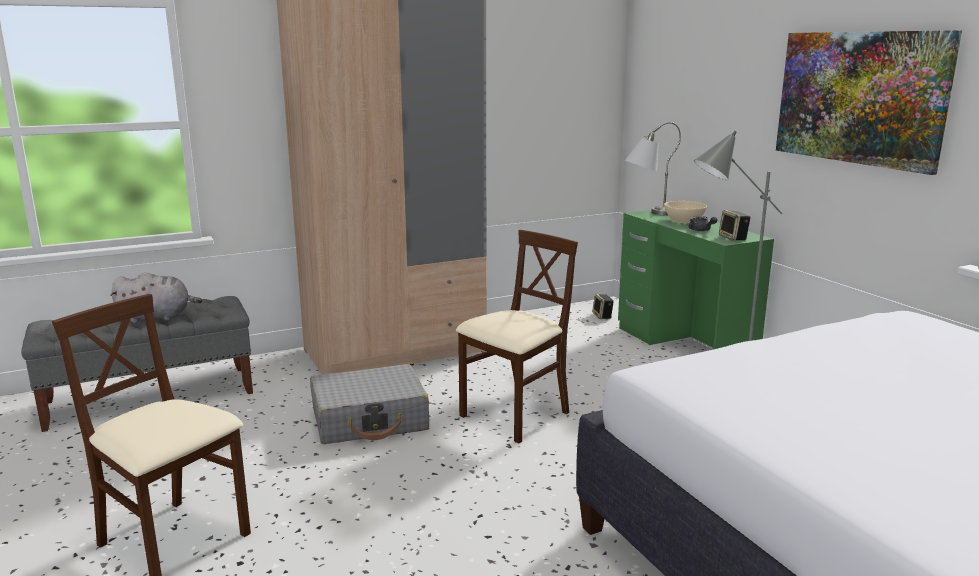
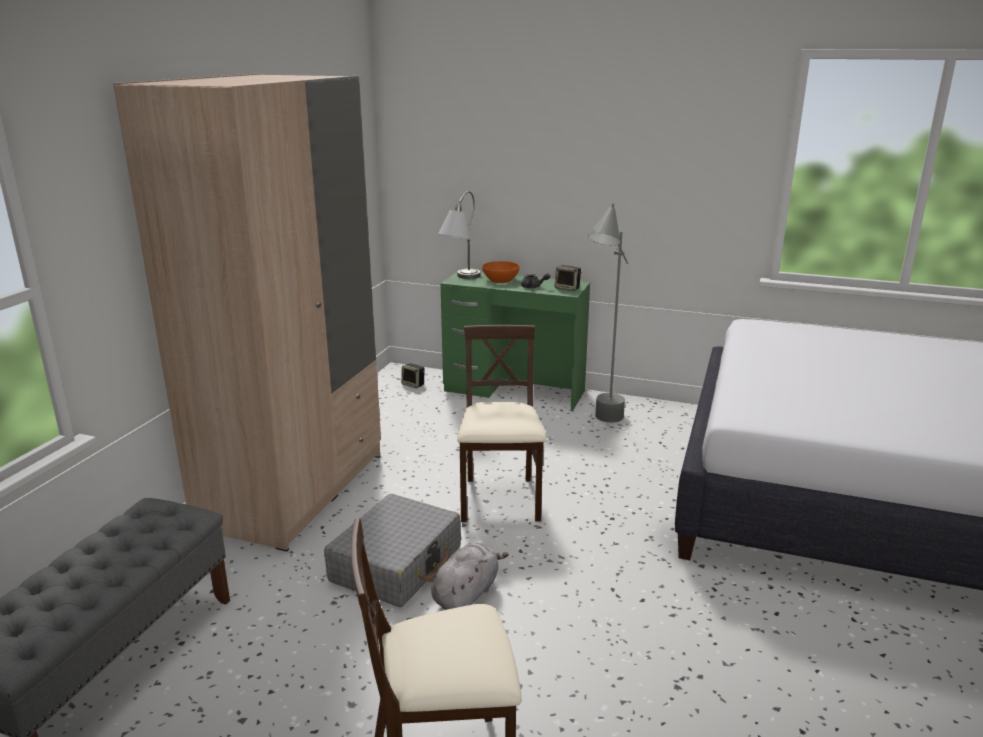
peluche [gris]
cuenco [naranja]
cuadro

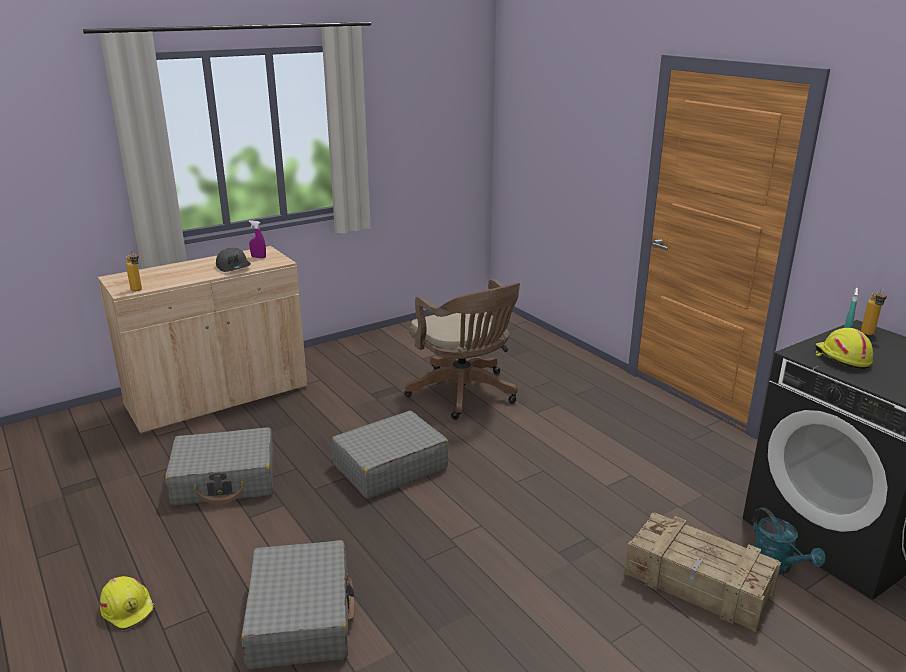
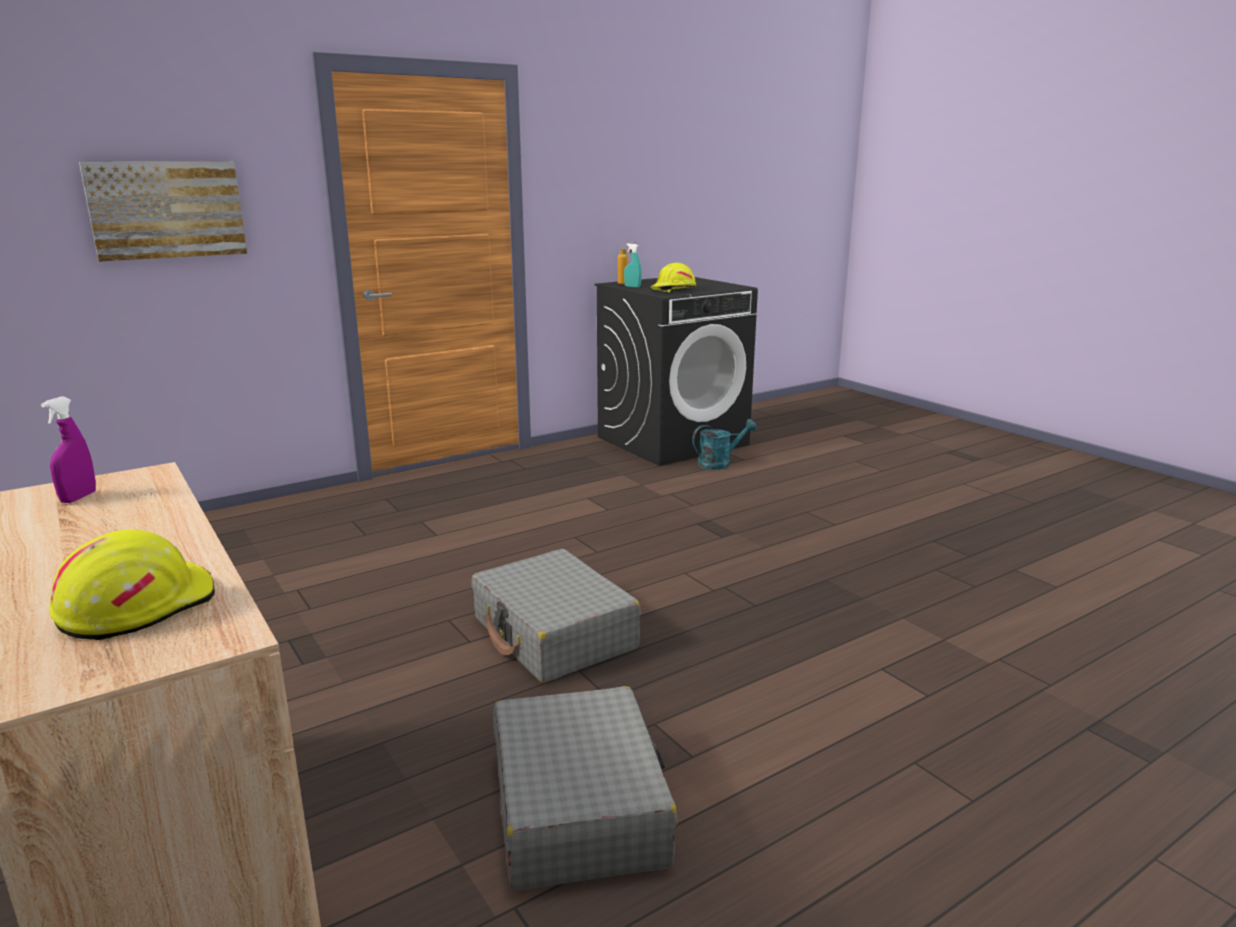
casco [amarillo] (no. 1 from left)
botella (no. 1 from left in the first image)
gorra [gris]
maleta [gris] (no. 2 from left in the first image)
silla de oficina [marrón]
caja de embalaje
cuadro

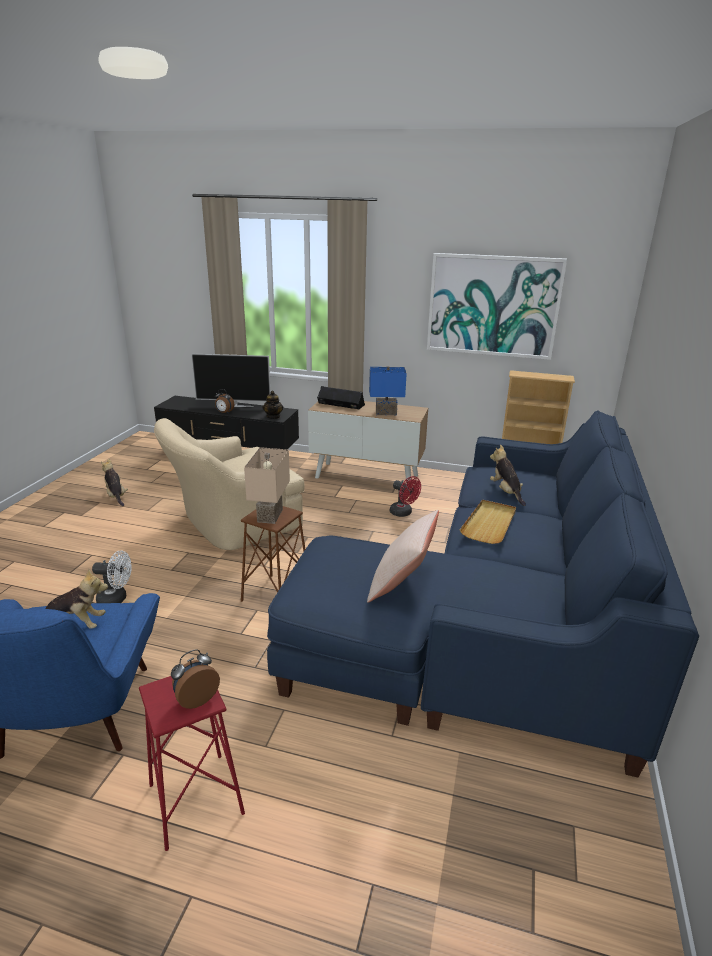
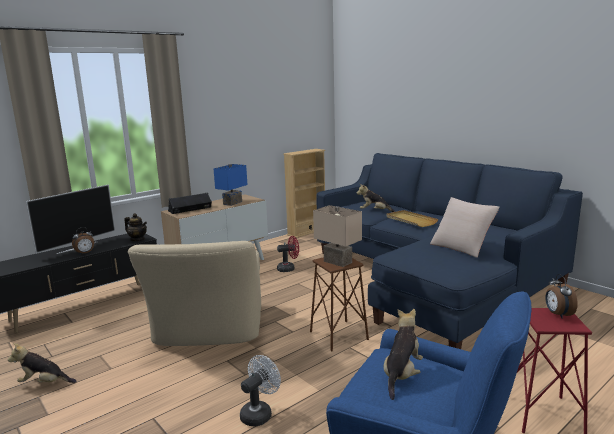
cuadro

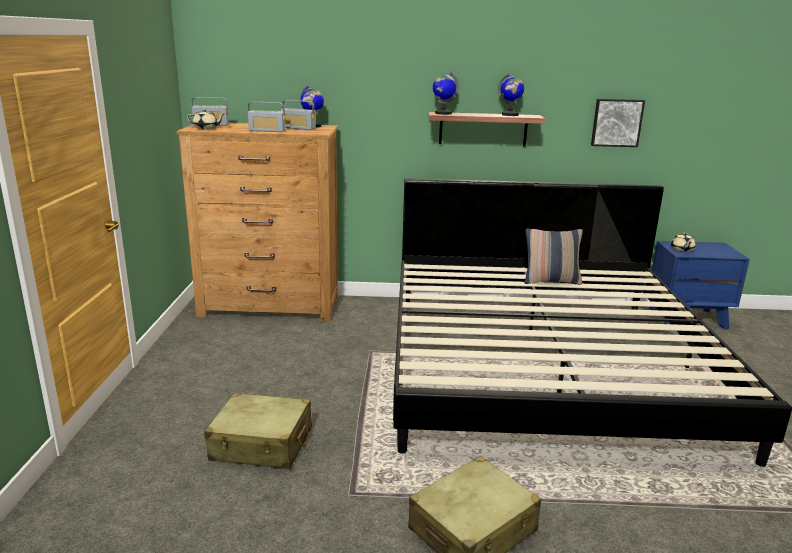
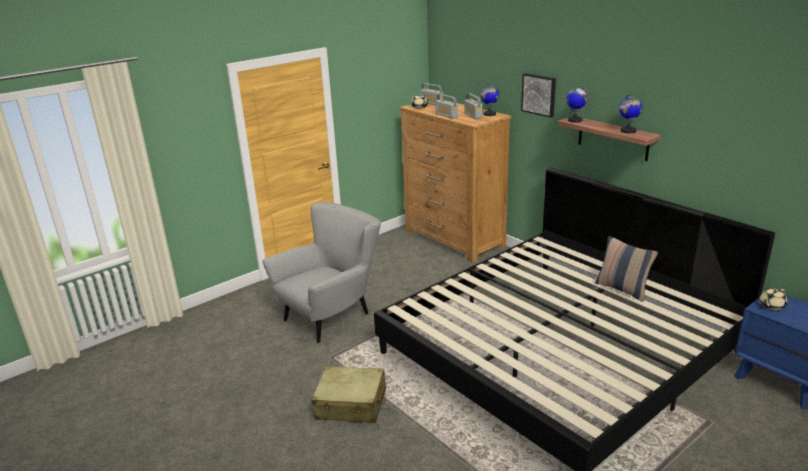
sillón [gris]
cuadro

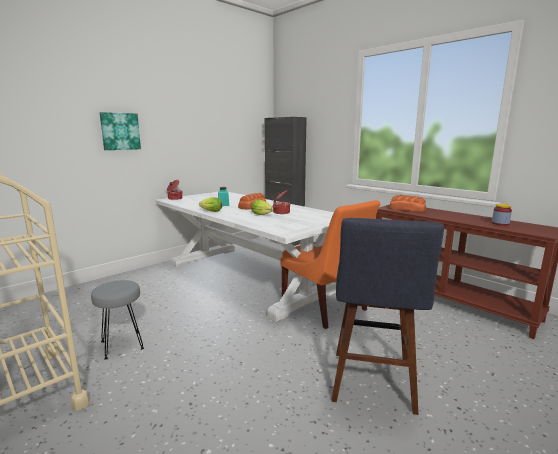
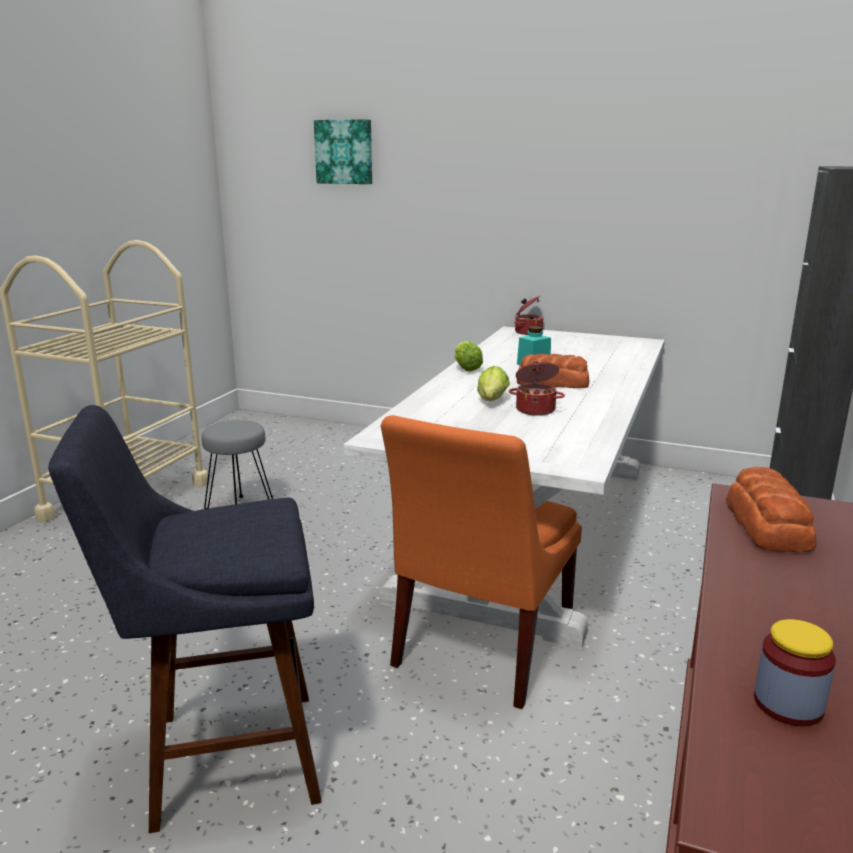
cuadro

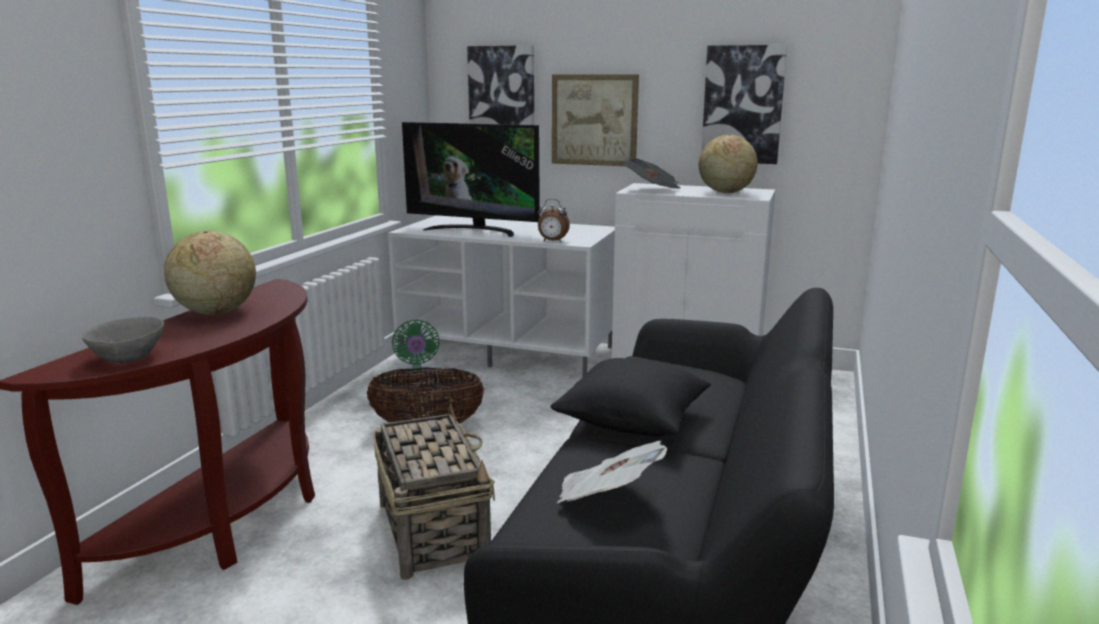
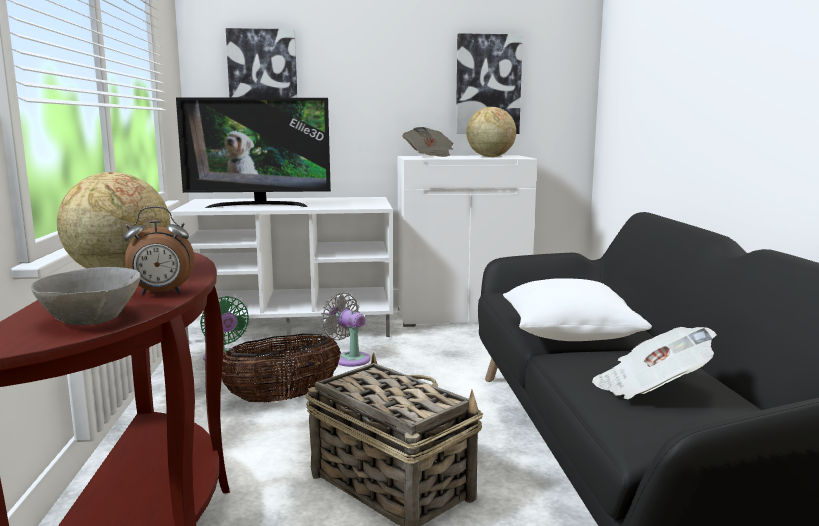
despertador
cojín [blanco]
cuadro (no. 2 from left in the first image)
ventilador [gris]

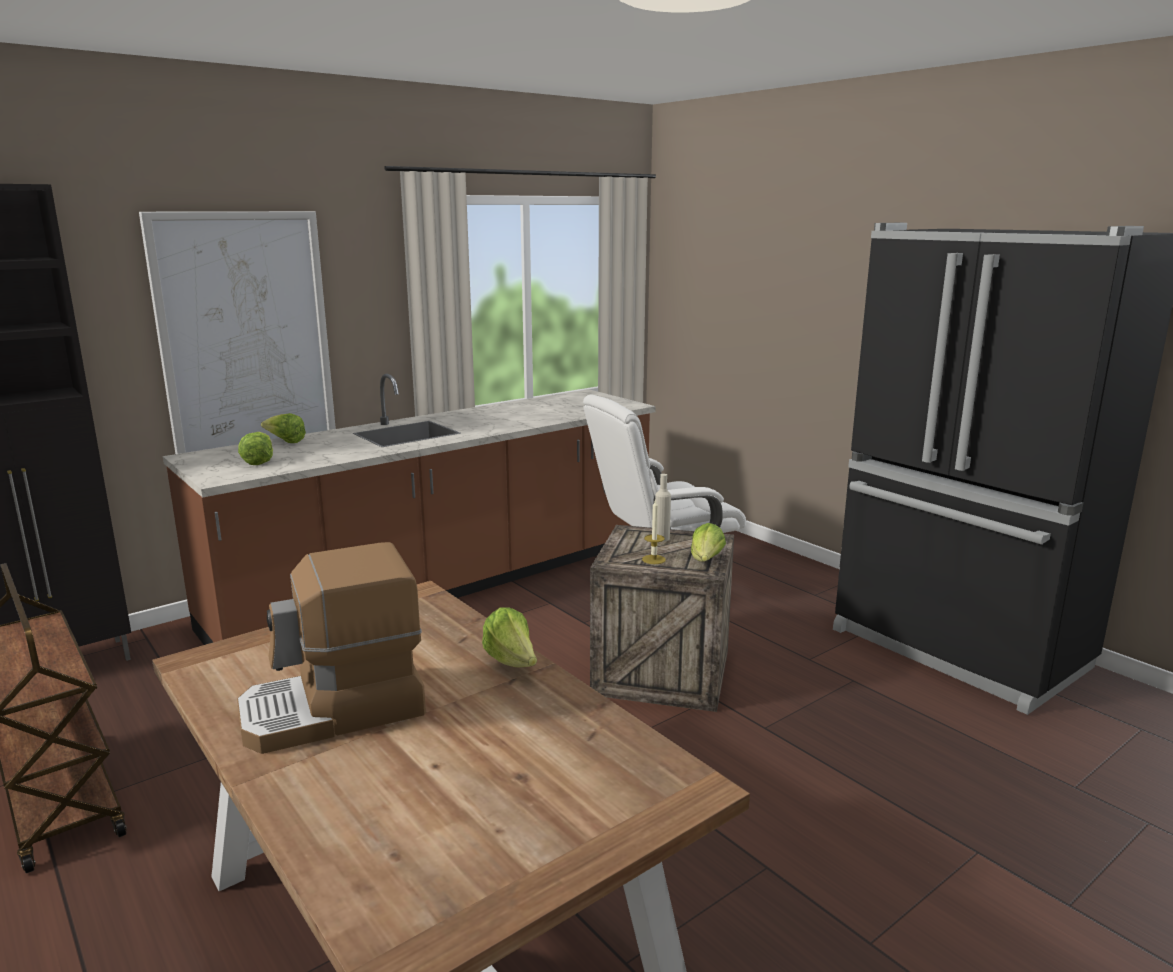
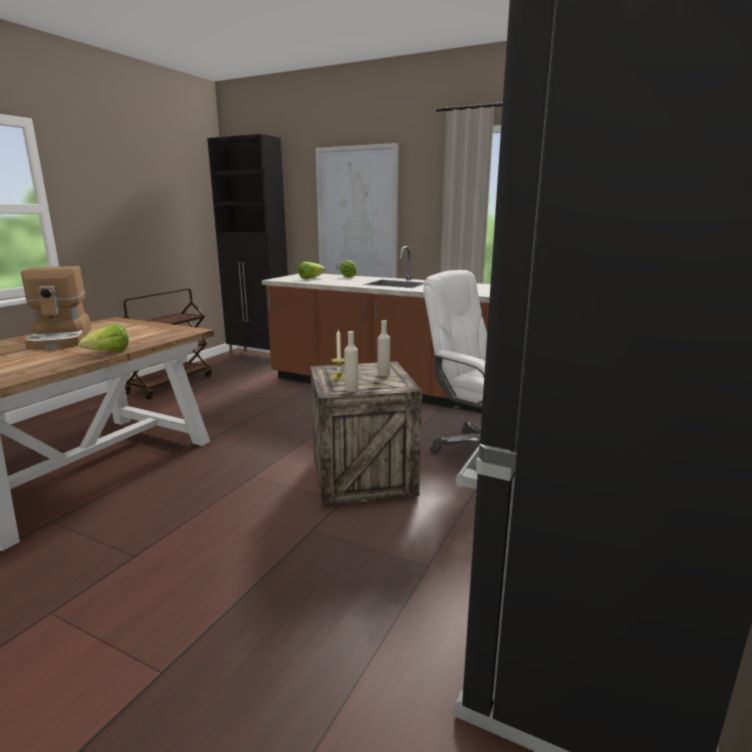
cafetera
botella [beis] (no. 1 from left)

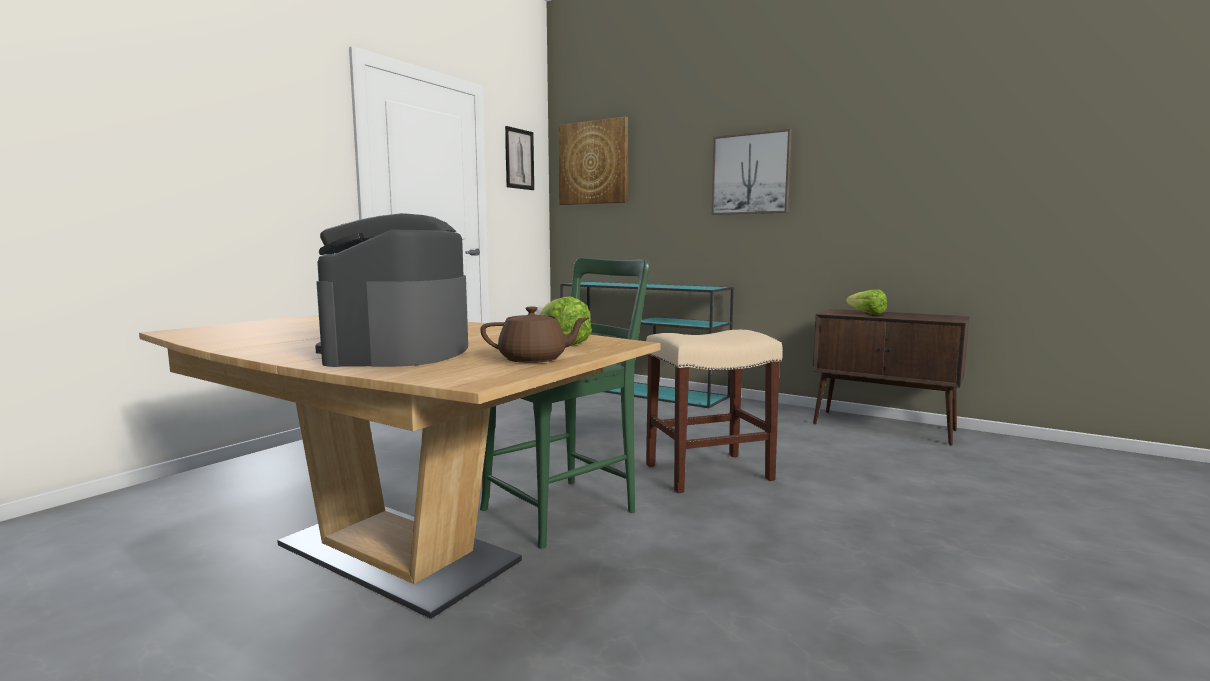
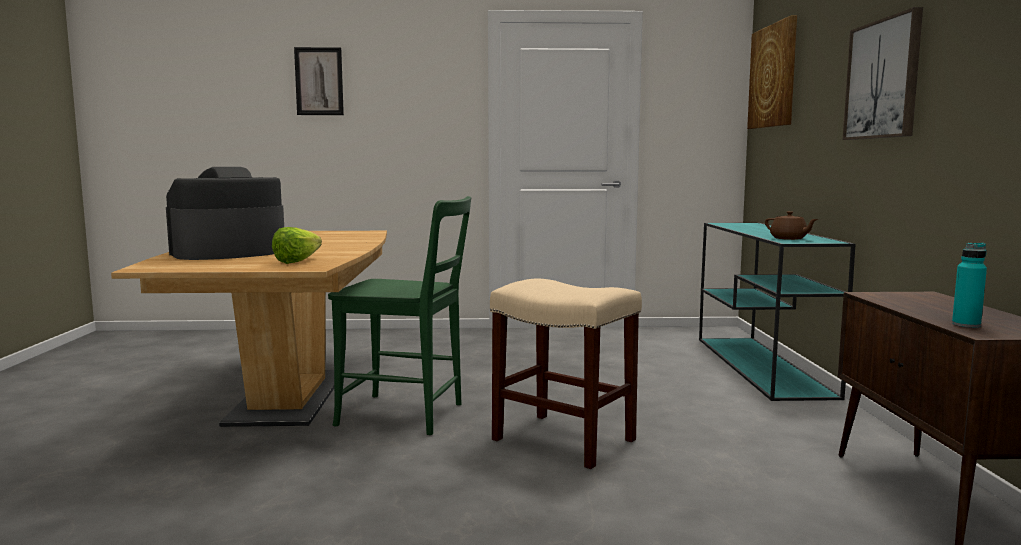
tetera [marrón]
cuadro (no. 1 from left)
lechuga (no. 2 from left in the first image)
botella [turquesa]

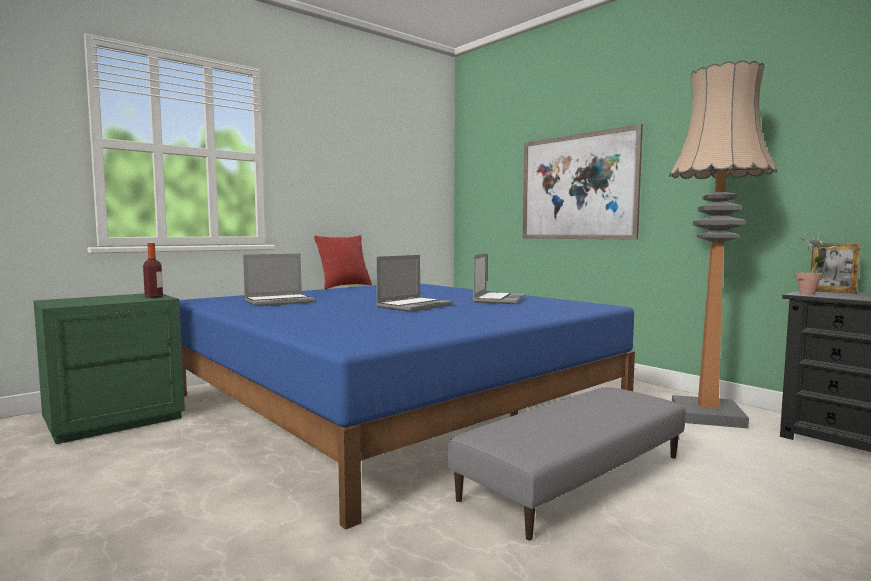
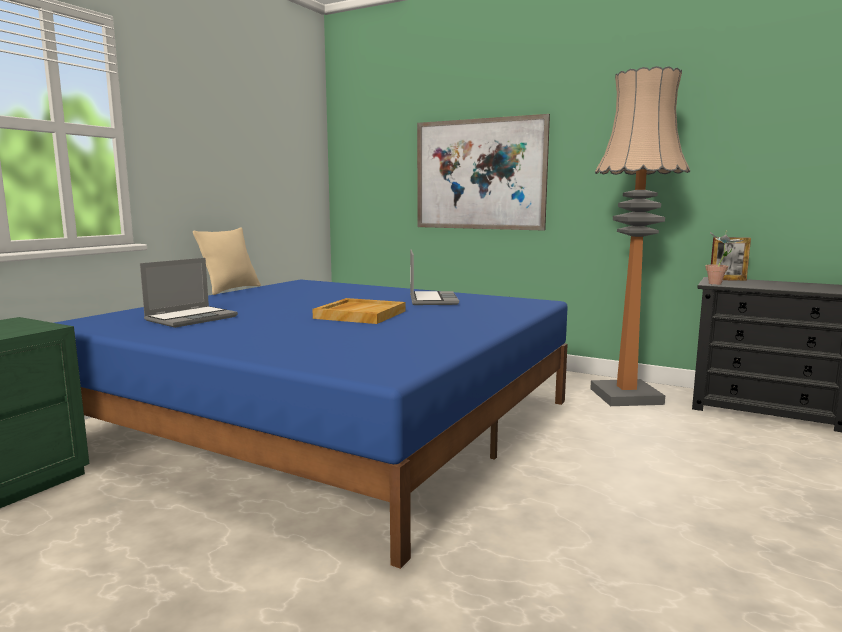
botella
cojín [beis]
bandeja [beis]
puf [gris]

